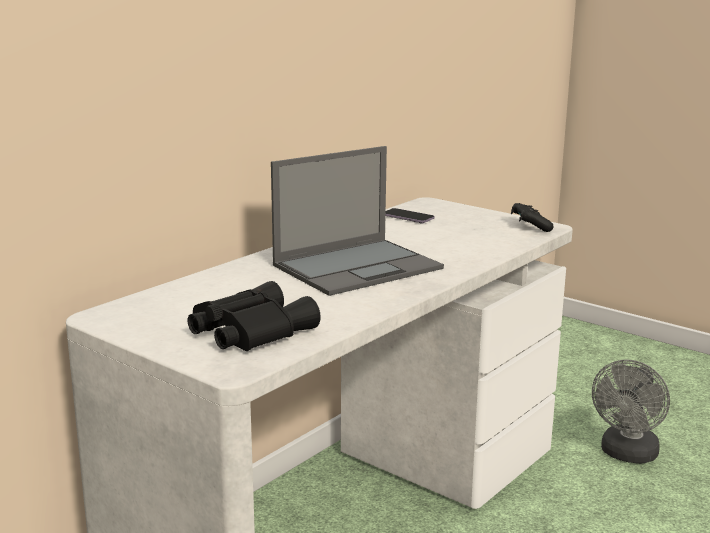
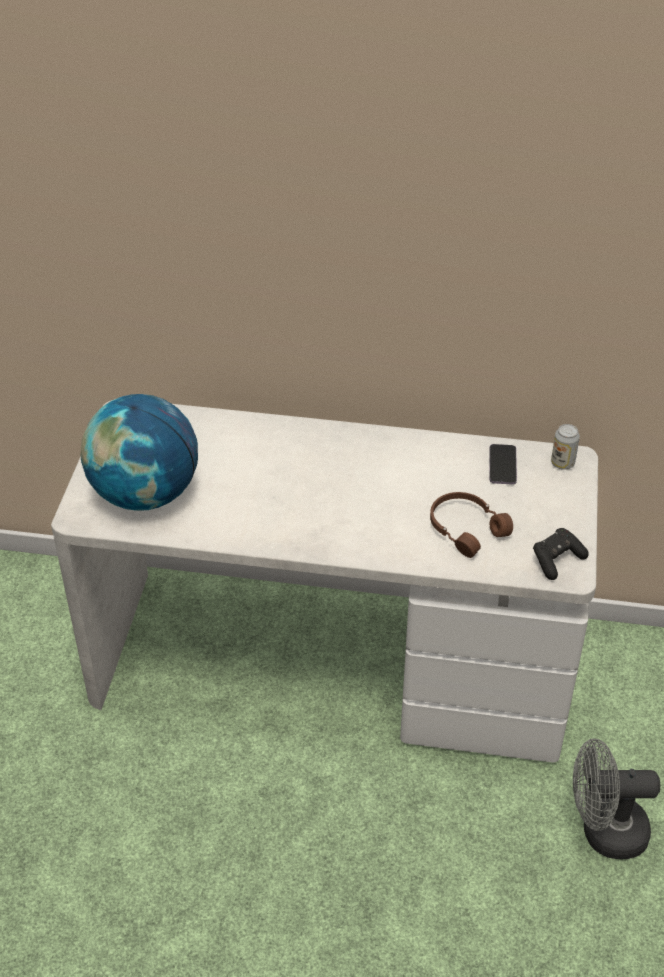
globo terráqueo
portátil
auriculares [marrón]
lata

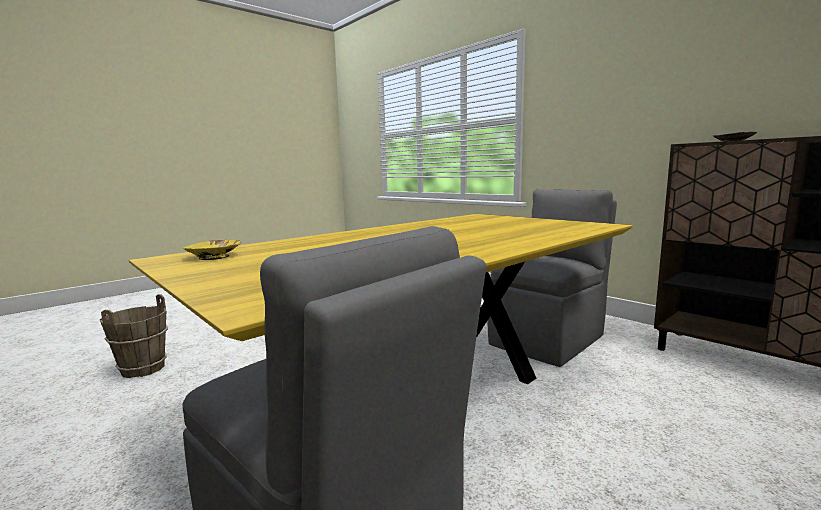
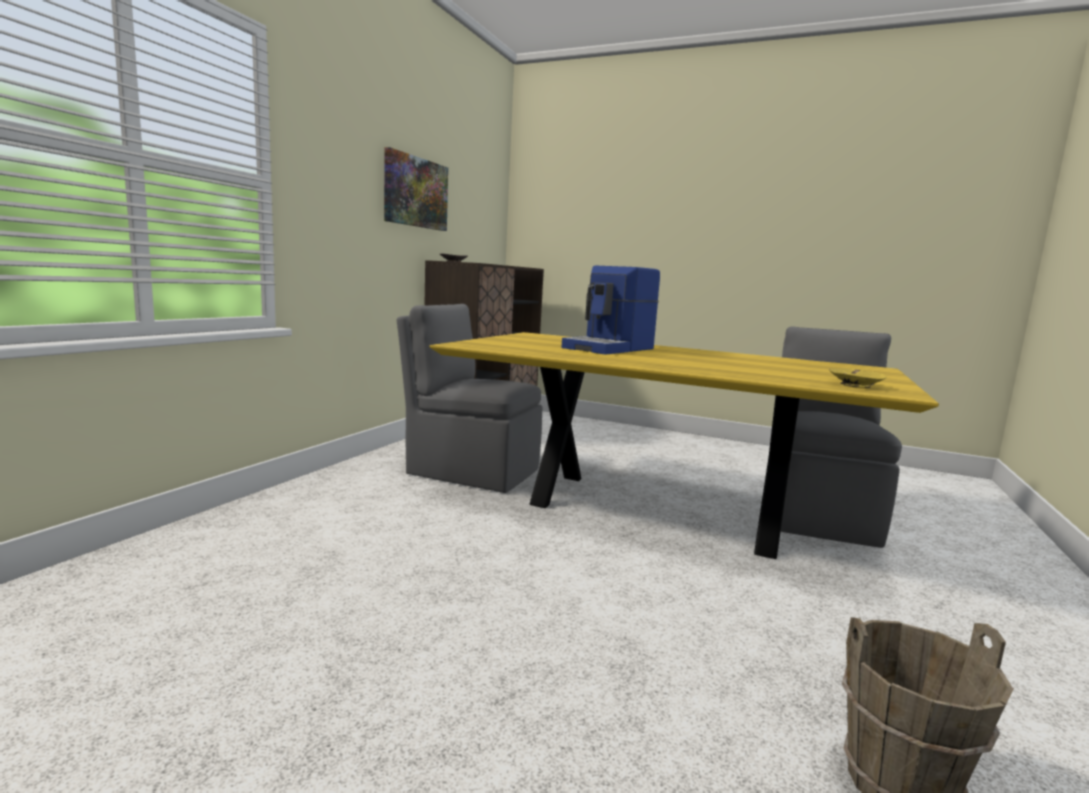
cuadro
cafetera

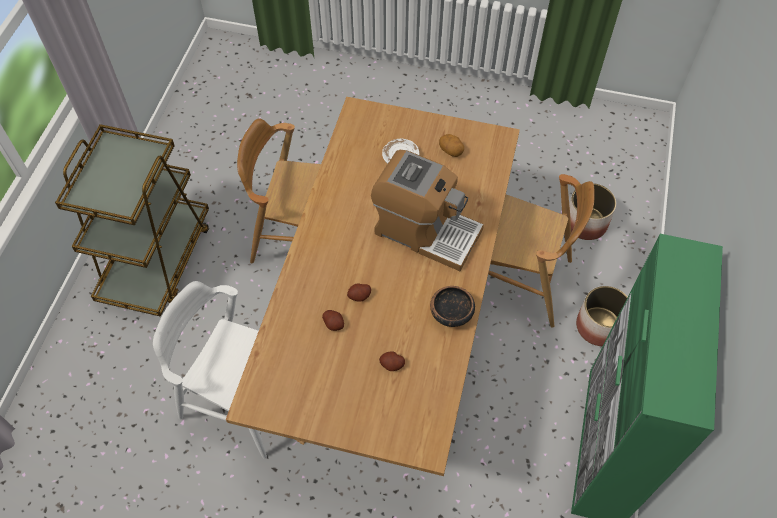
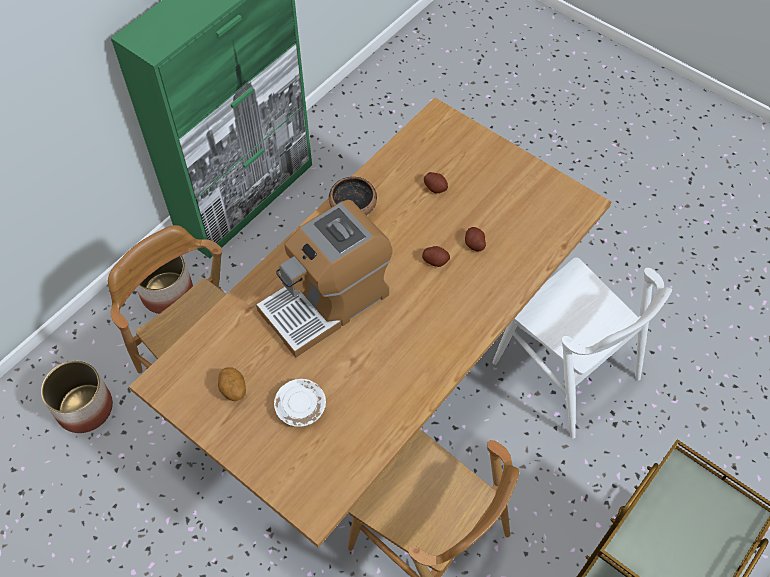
cafetera

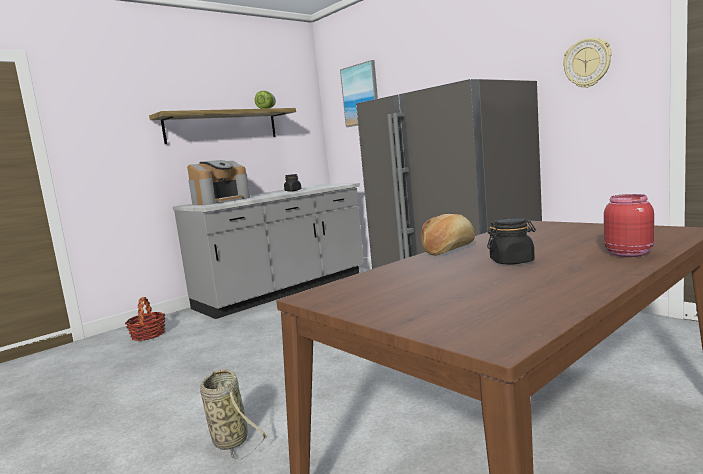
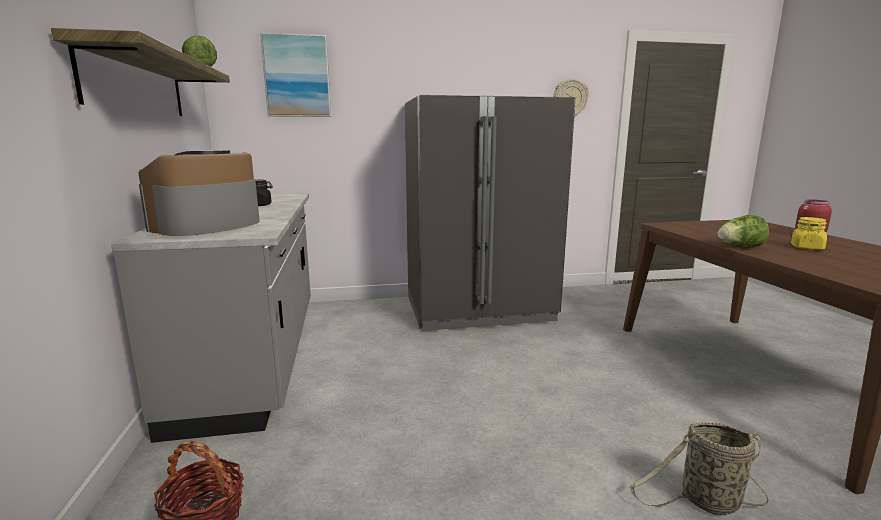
cafetera
lechuga (no. 2 from left)
tarro [amarillo]

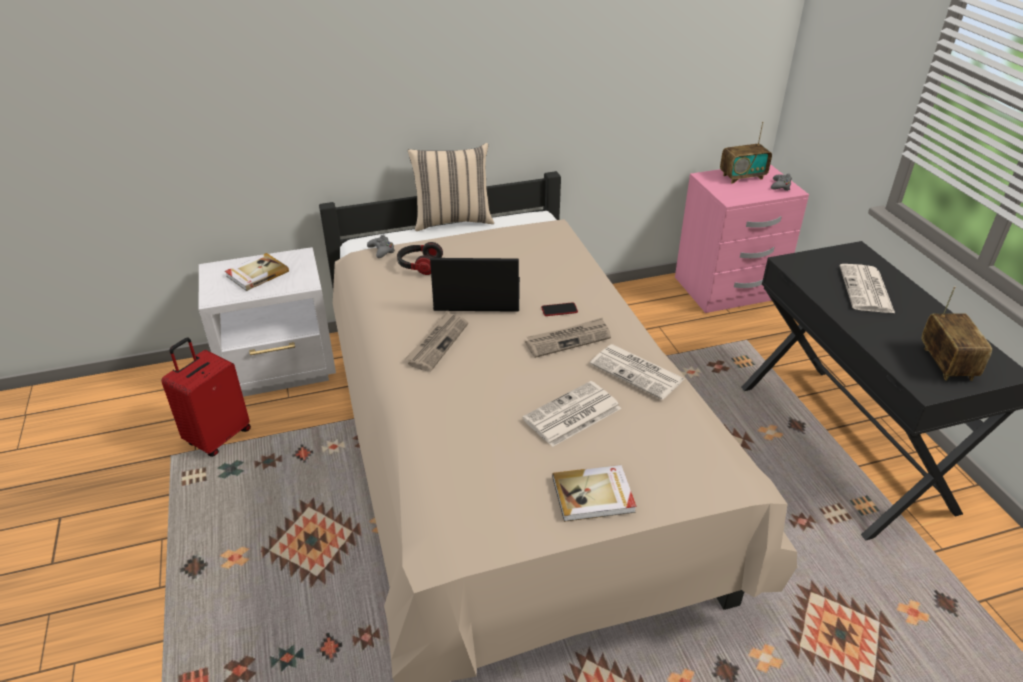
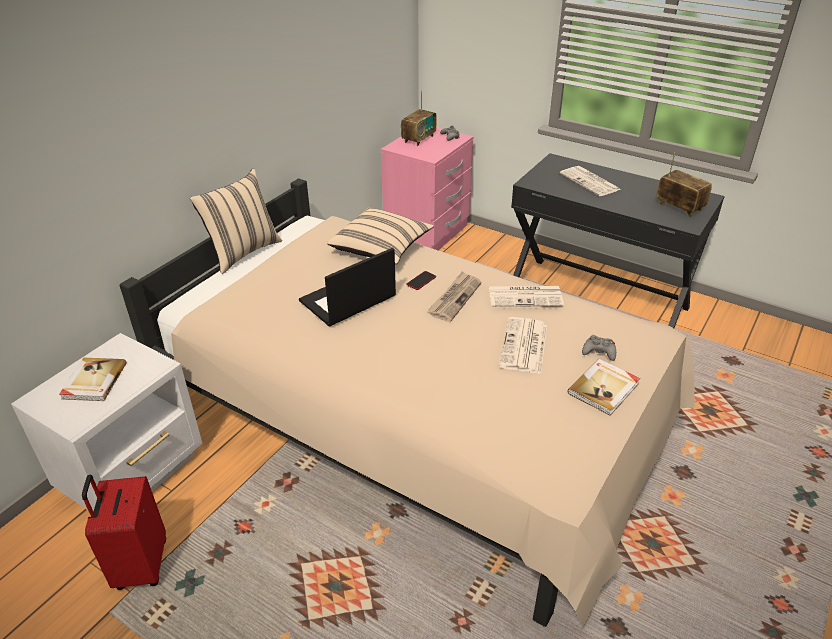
mando de consola [gris] (no. 2 from left)
auriculares
periódico (no. 1 from left in the first image)
cojín [beis] (no. 2 from left)

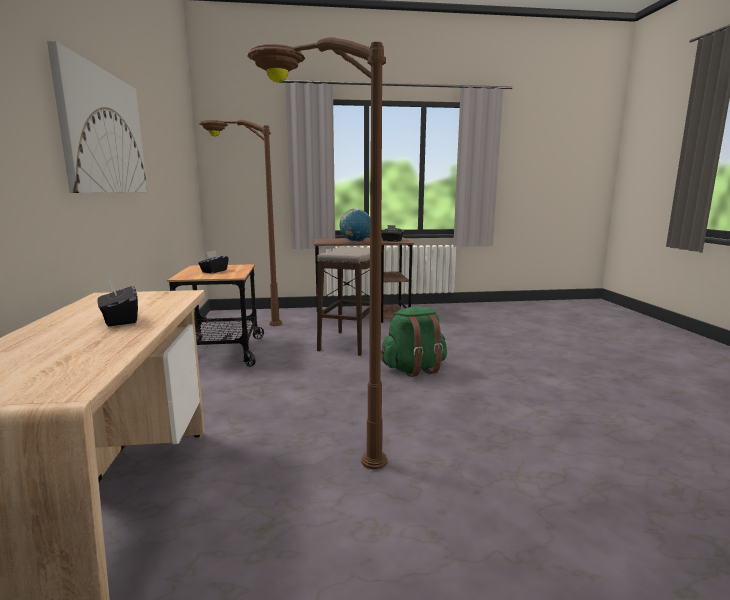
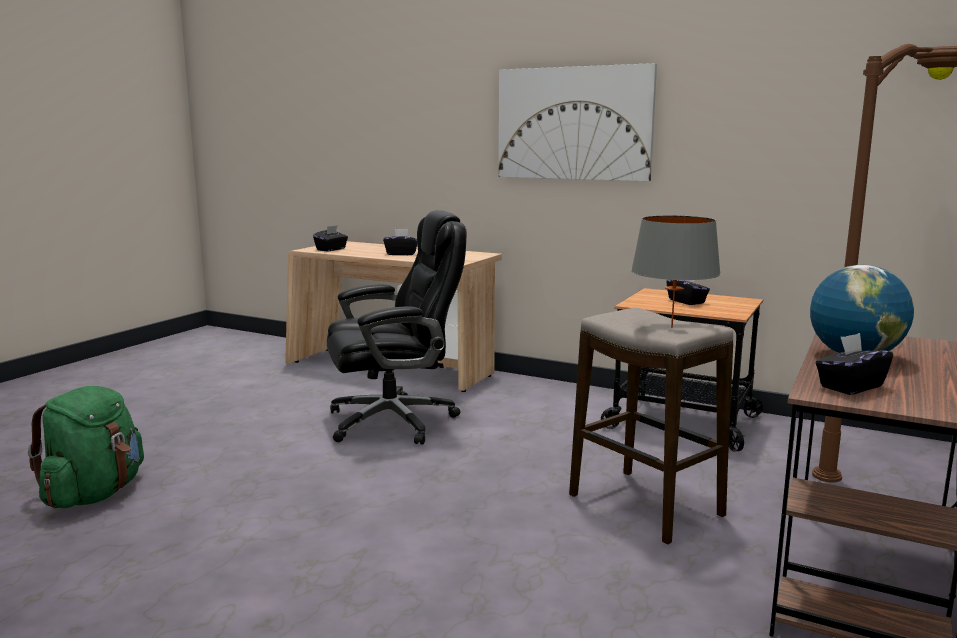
silla de oficina [negro]
mochila [verde]
caja de pañuelos [negro] (no. 1 from left)
lámpara de mesa [gris]

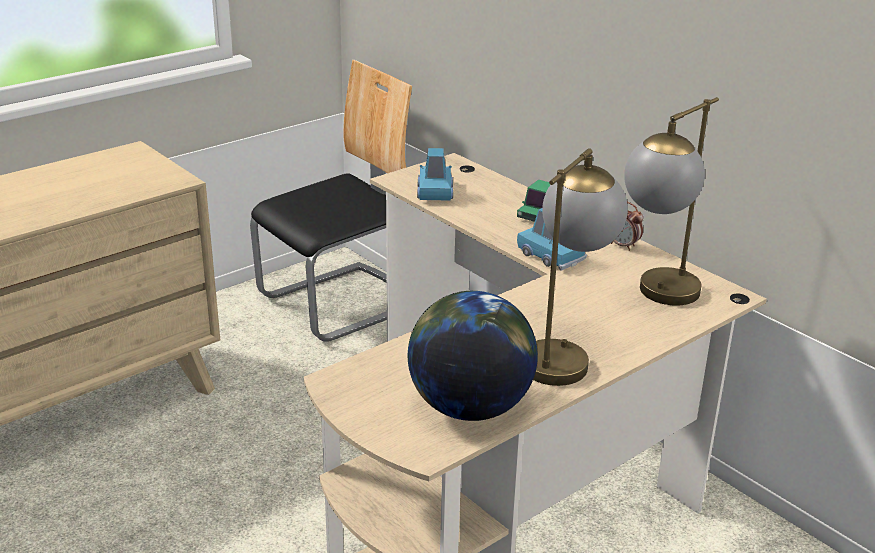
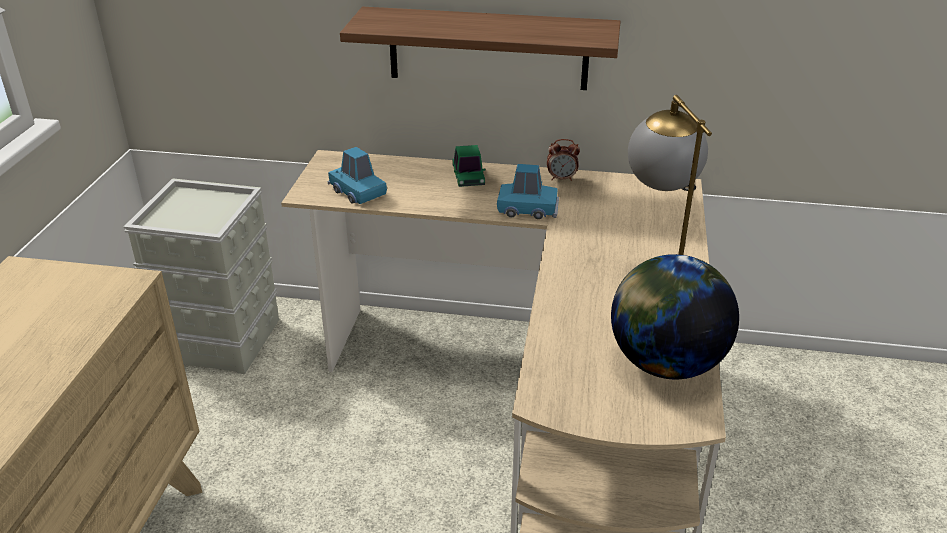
caja de almacenaje [gris]
lámpara de mesa (no. 2 from left in the first image)
estante

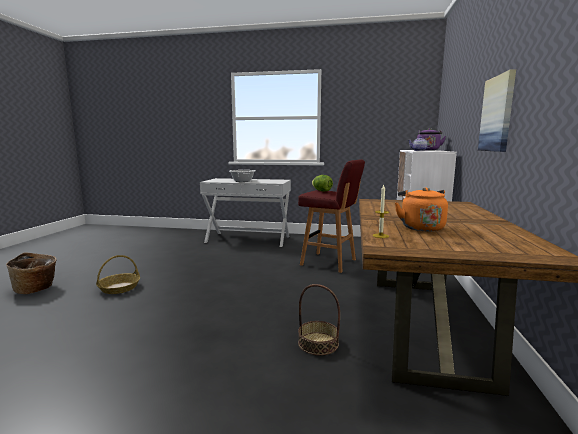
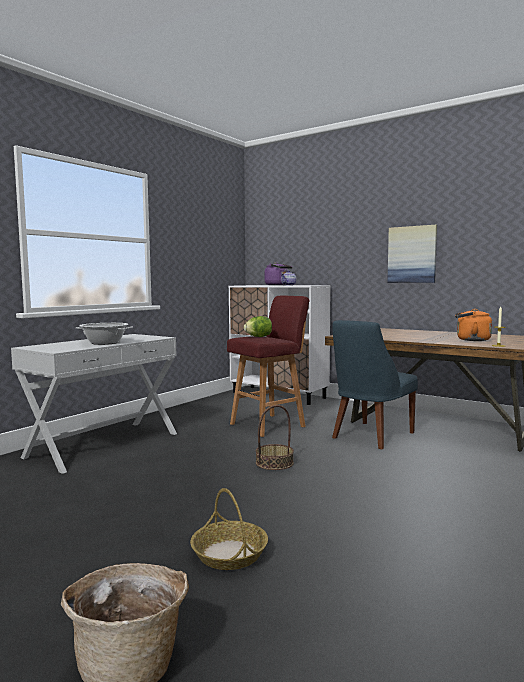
cesta (no. 3 from left)
silla [azul]

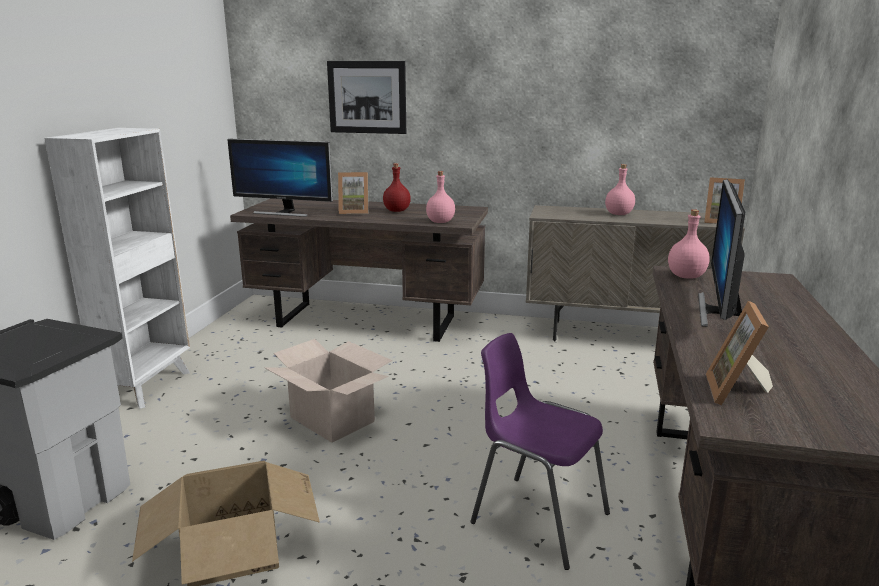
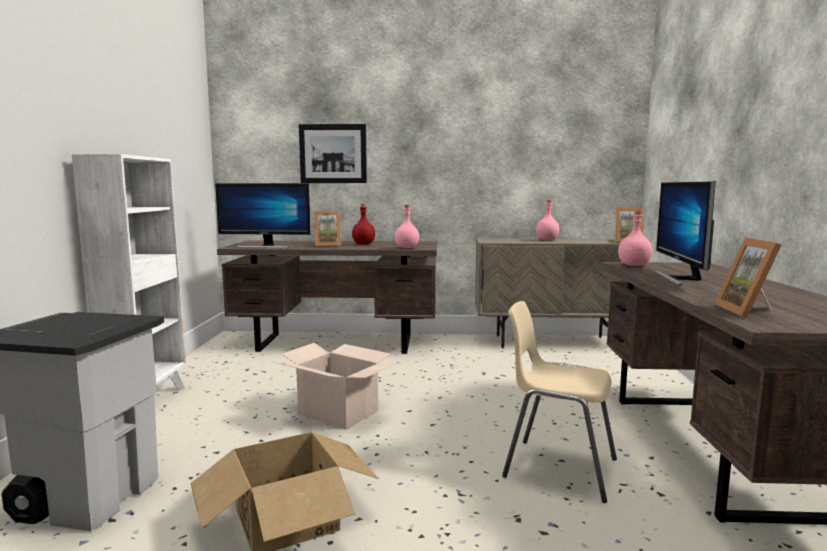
silla [beis]

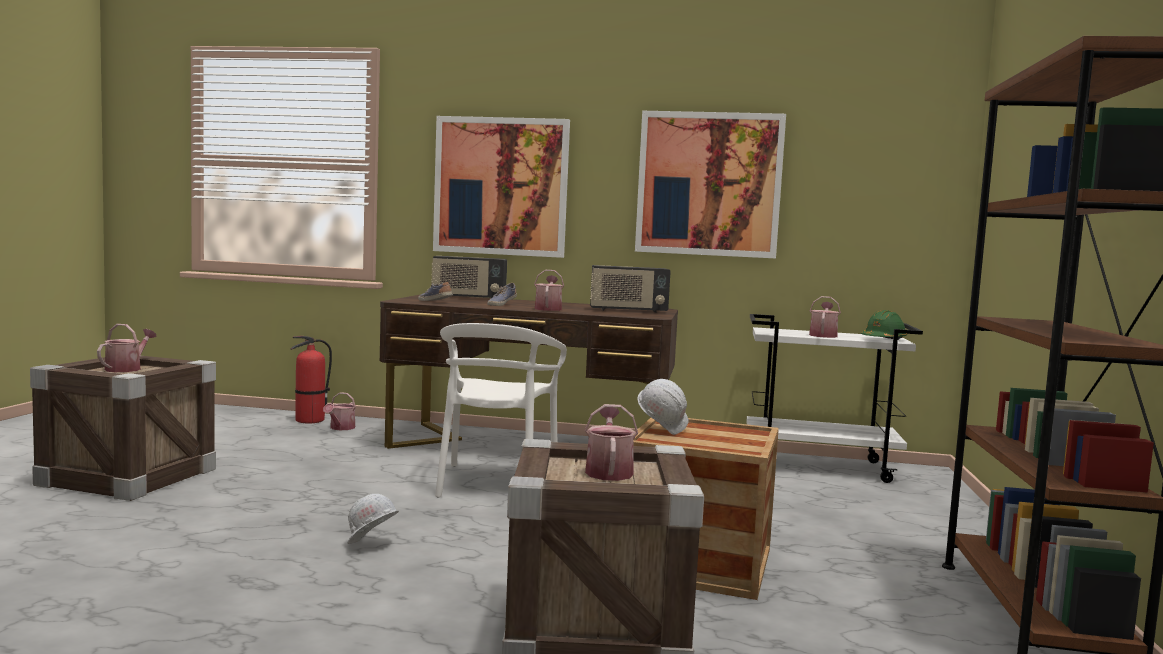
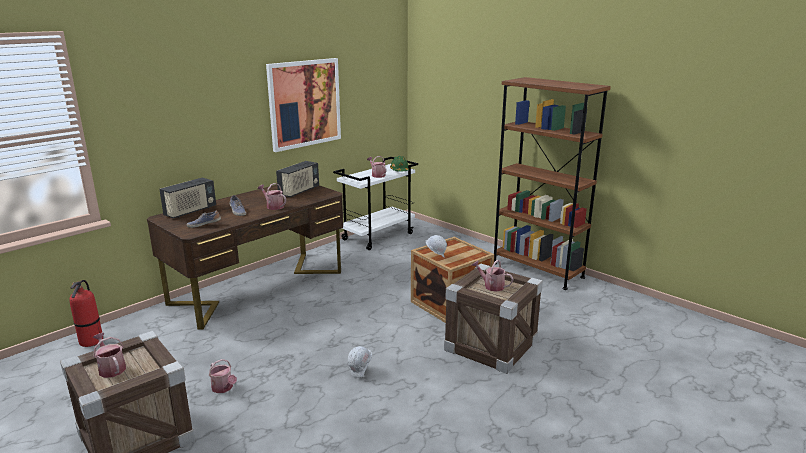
regadera (no. 2 from left)
cuadro (no. 1 from left in the first image)
silla [blanco]

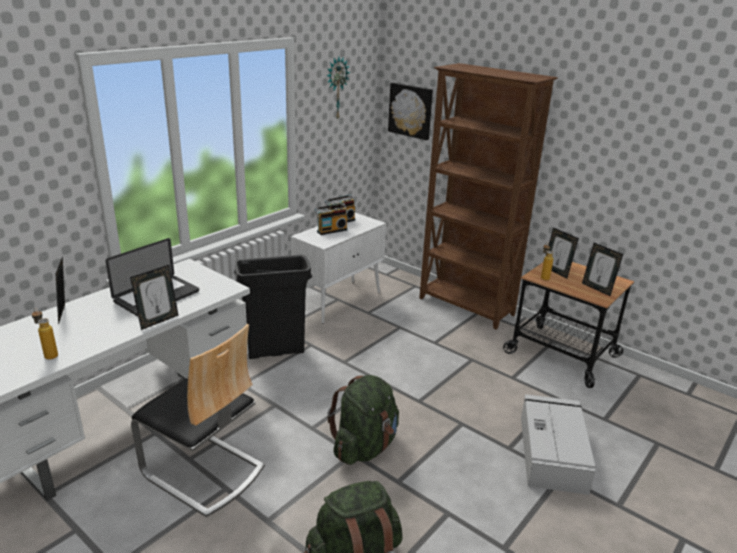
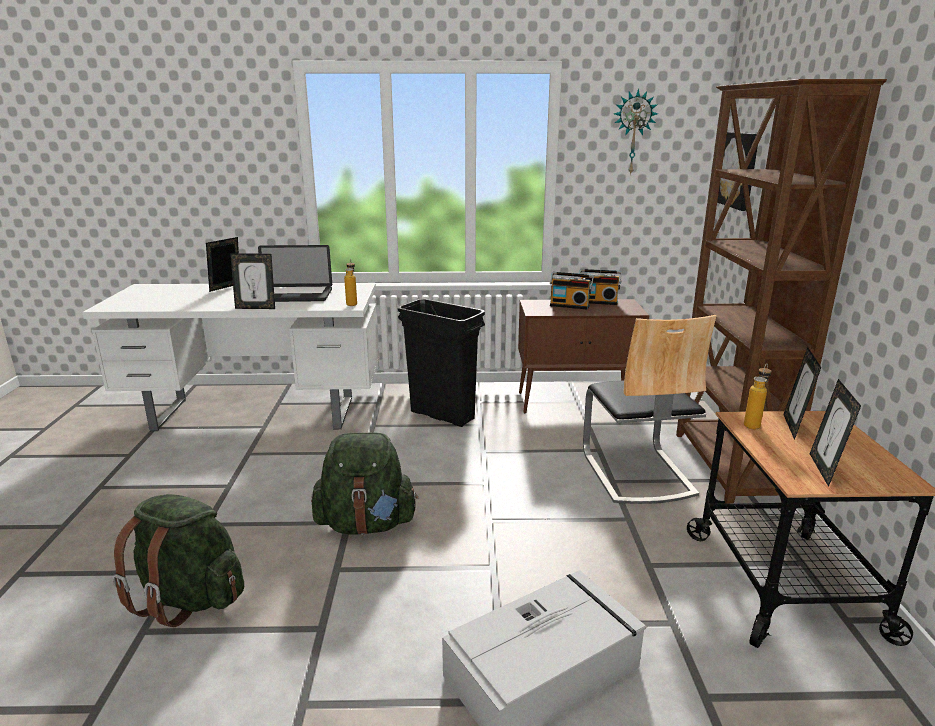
botella (no. 1 from left)
silla
armario [marrón]

